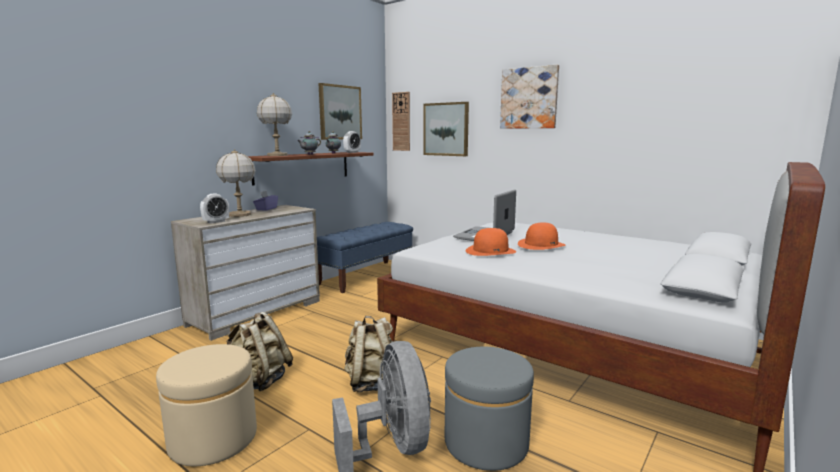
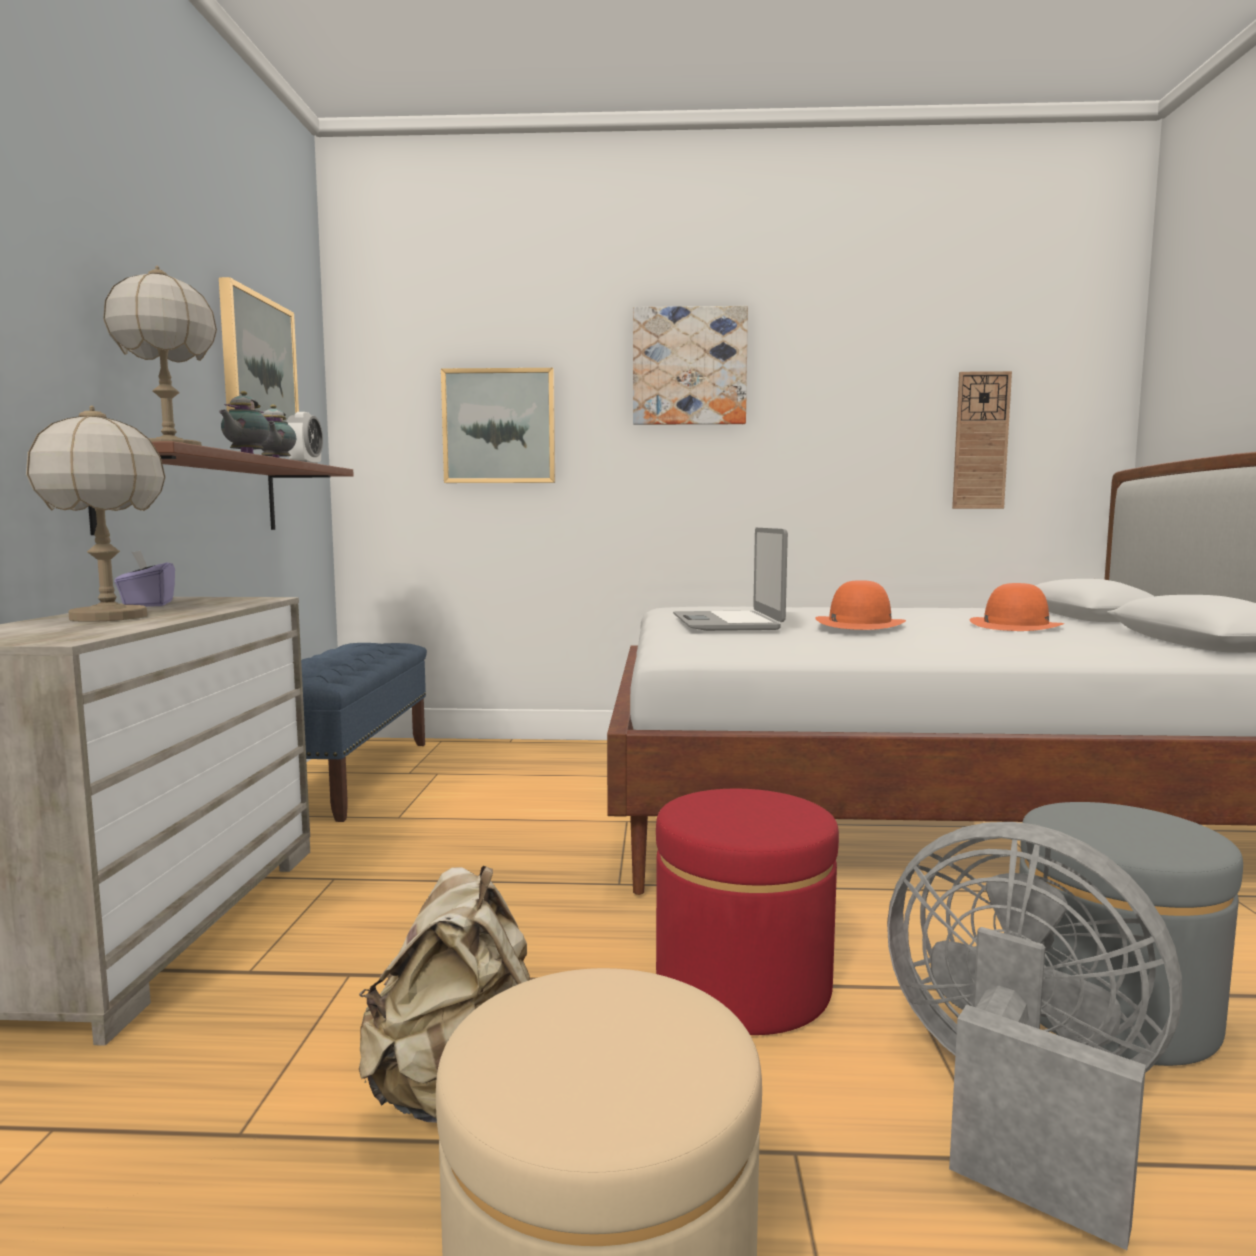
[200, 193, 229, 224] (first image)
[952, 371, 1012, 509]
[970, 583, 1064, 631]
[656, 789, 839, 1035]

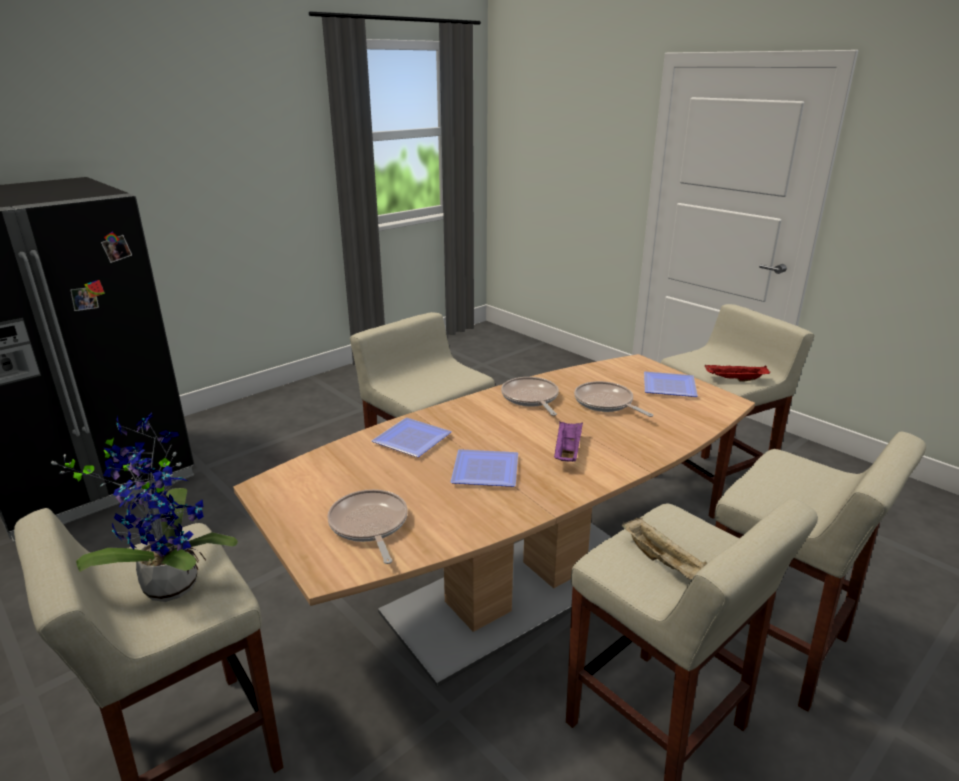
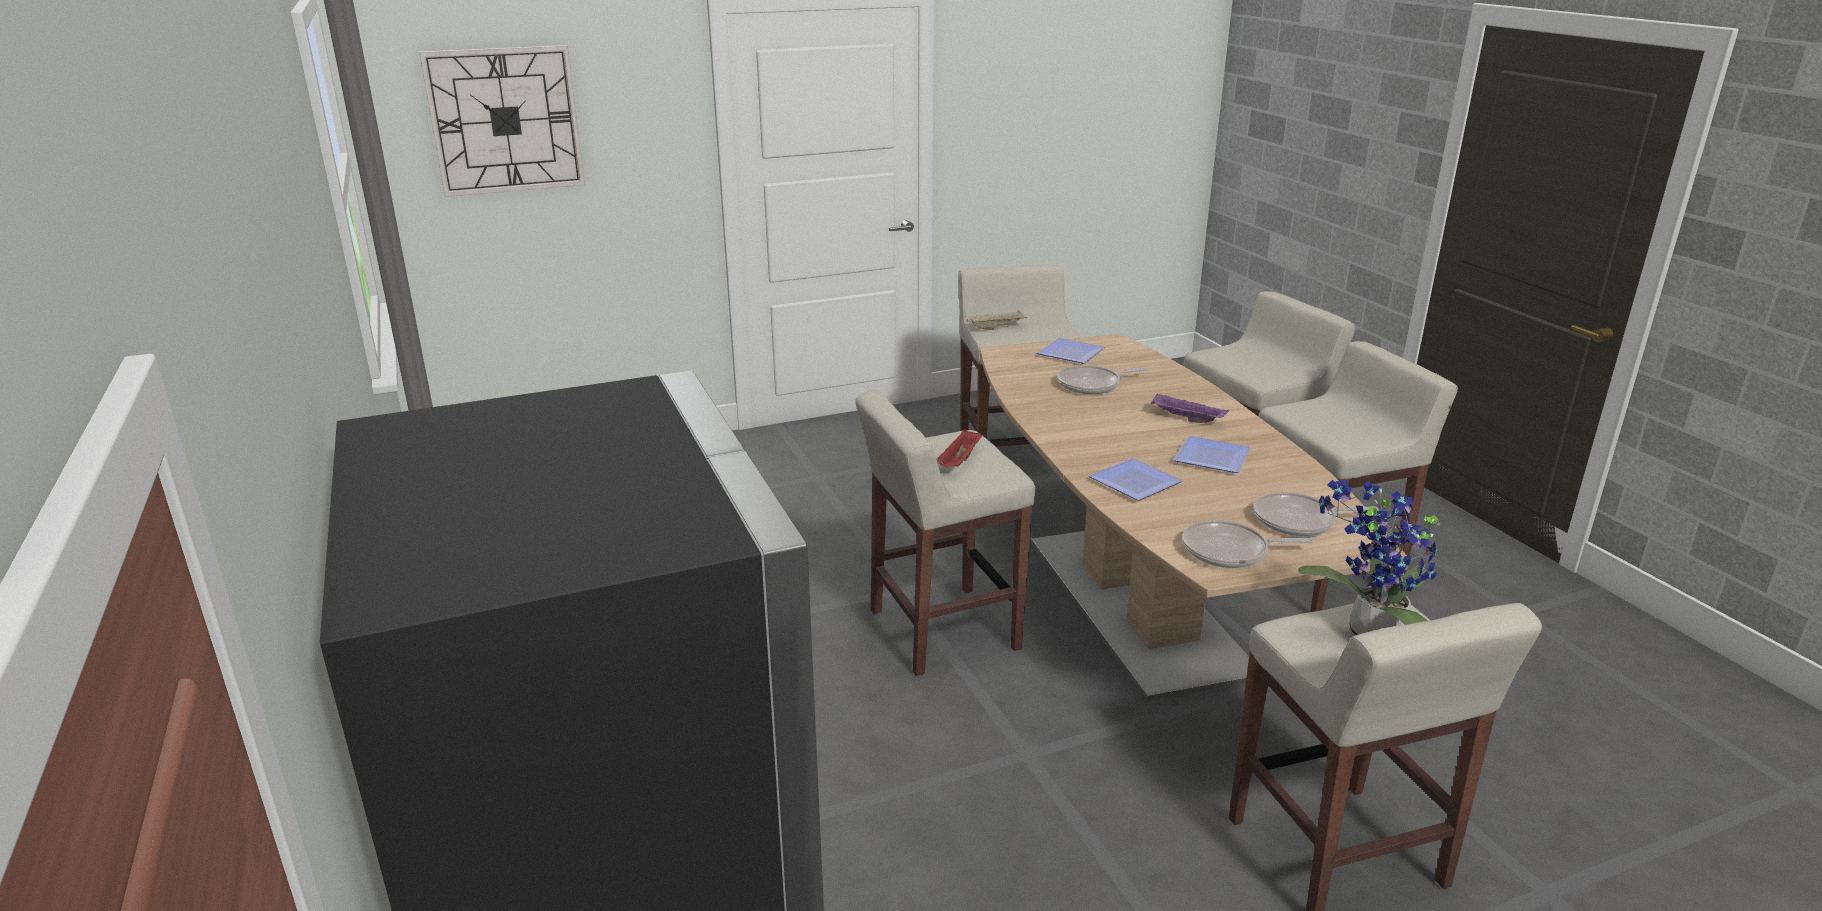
[419, 45, 585, 197]
[1182, 520, 1314, 568]
[964, 310, 1028, 330]
[937, 429, 983, 467]

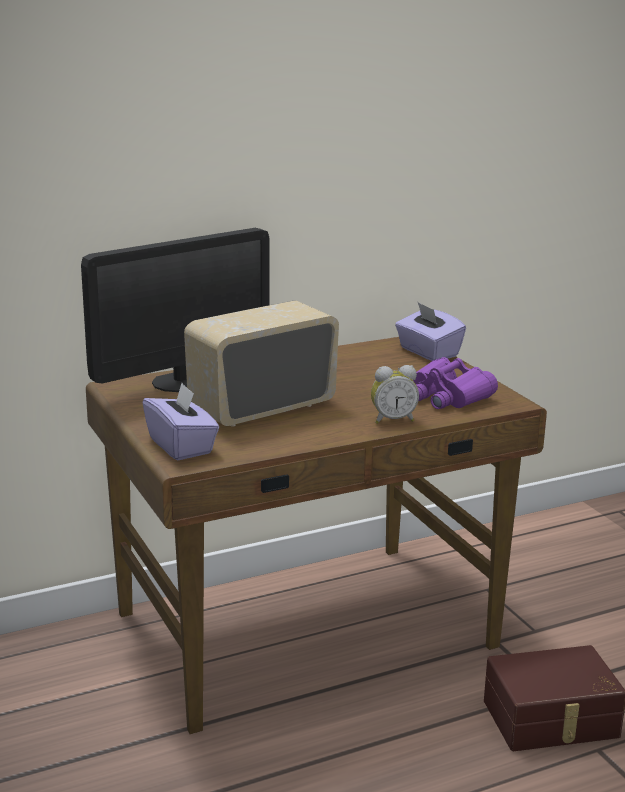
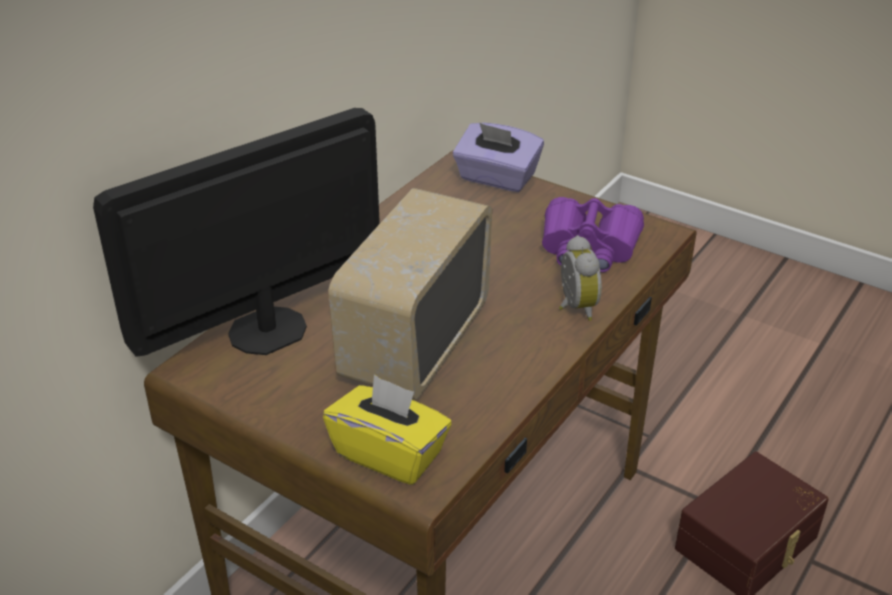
[323, 374, 452, 485]
[93, 108, 380, 357]
[559, 235, 602, 321]

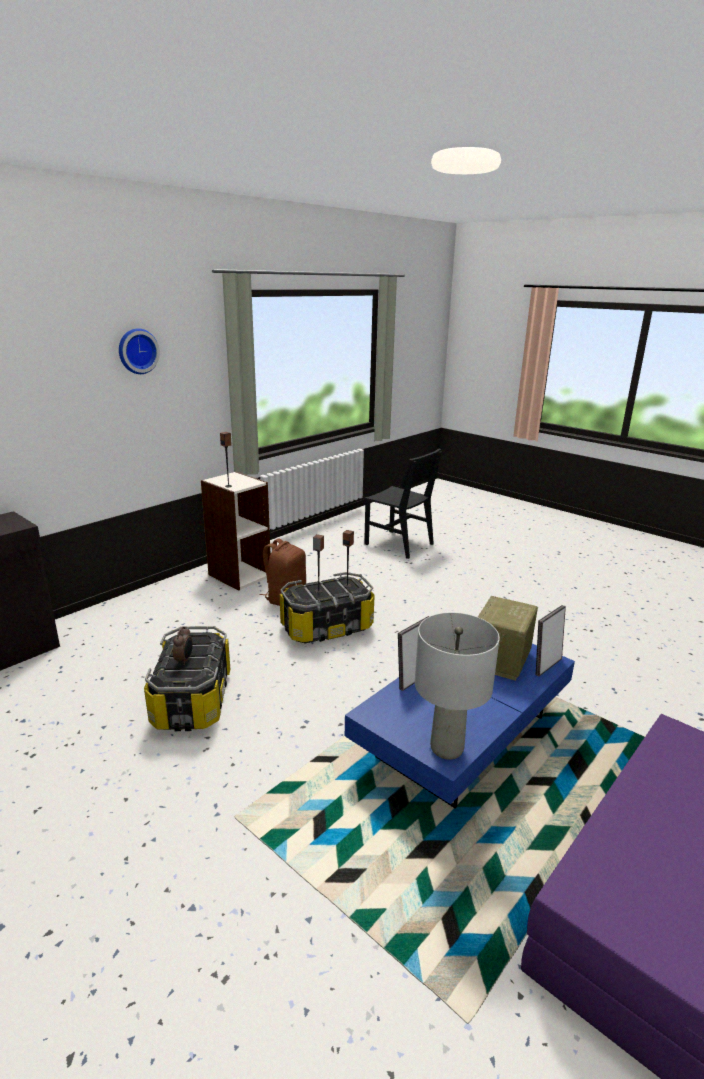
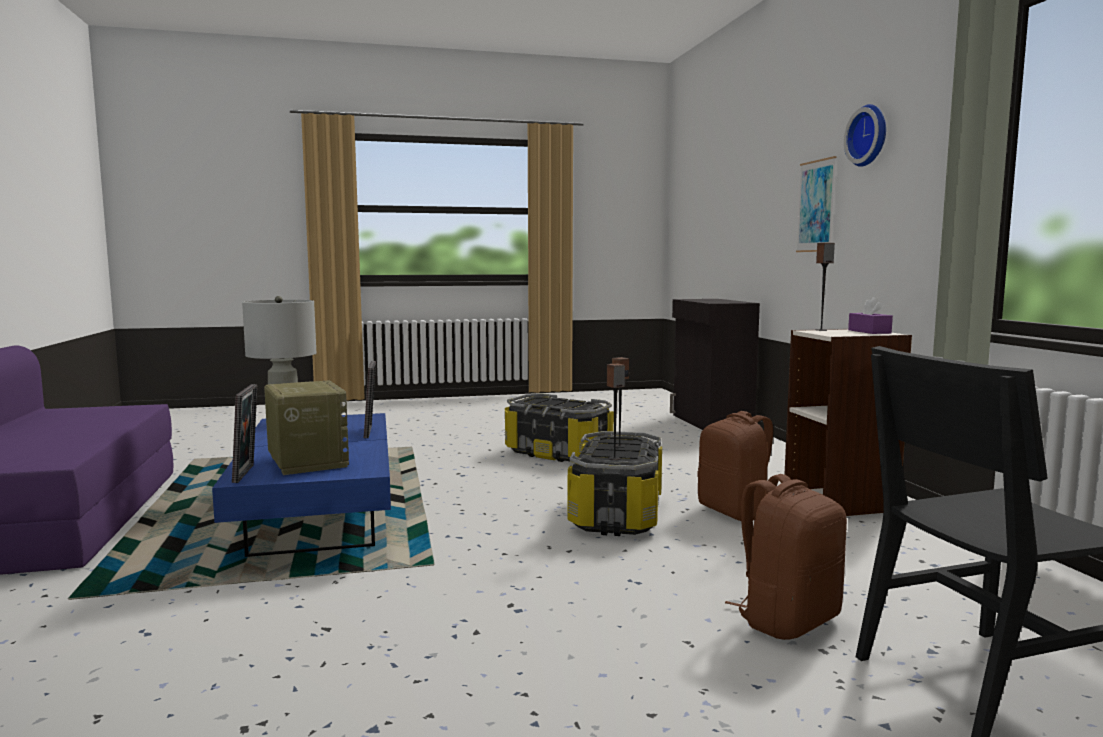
[173, 626, 193, 665] (first image)
[725, 474, 847, 640]
[796, 156, 836, 252]
[848, 297, 893, 334]

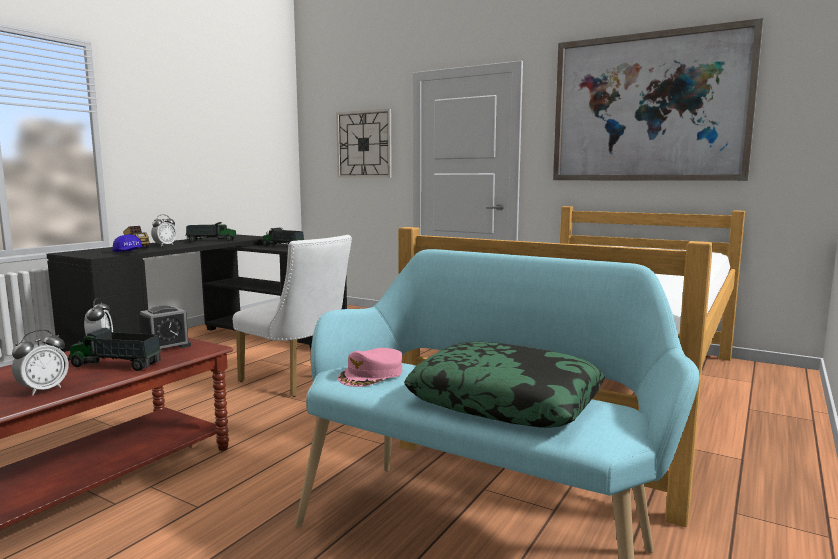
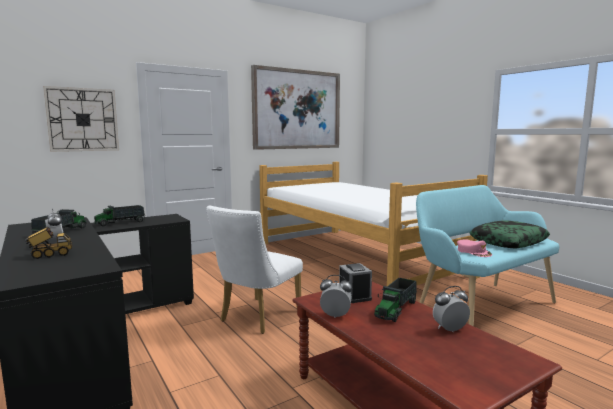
[113, 234, 145, 252] (first image)
[433, 286, 470, 332]
[206, 205, 303, 334]

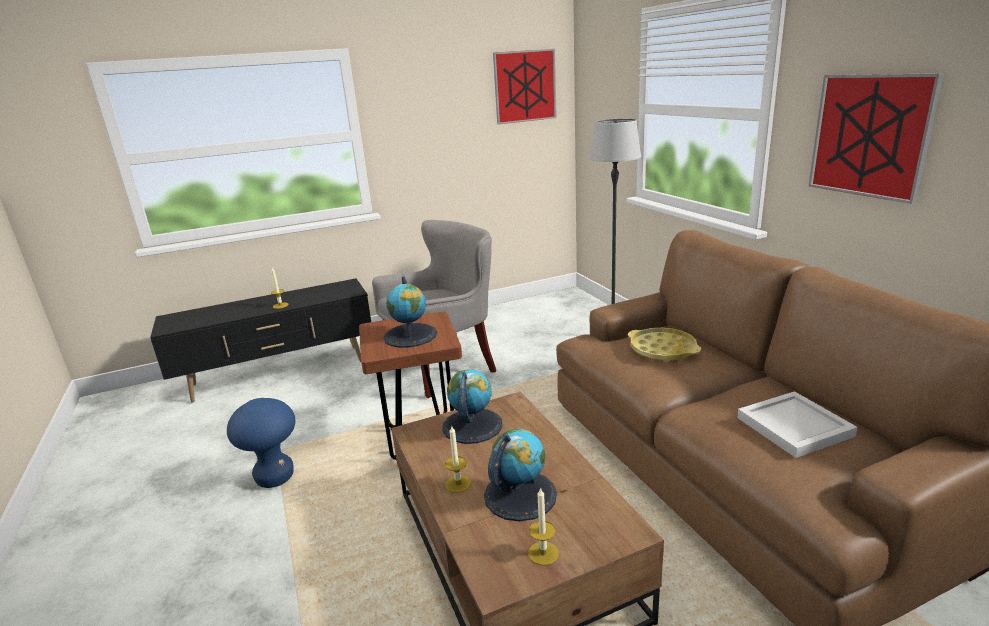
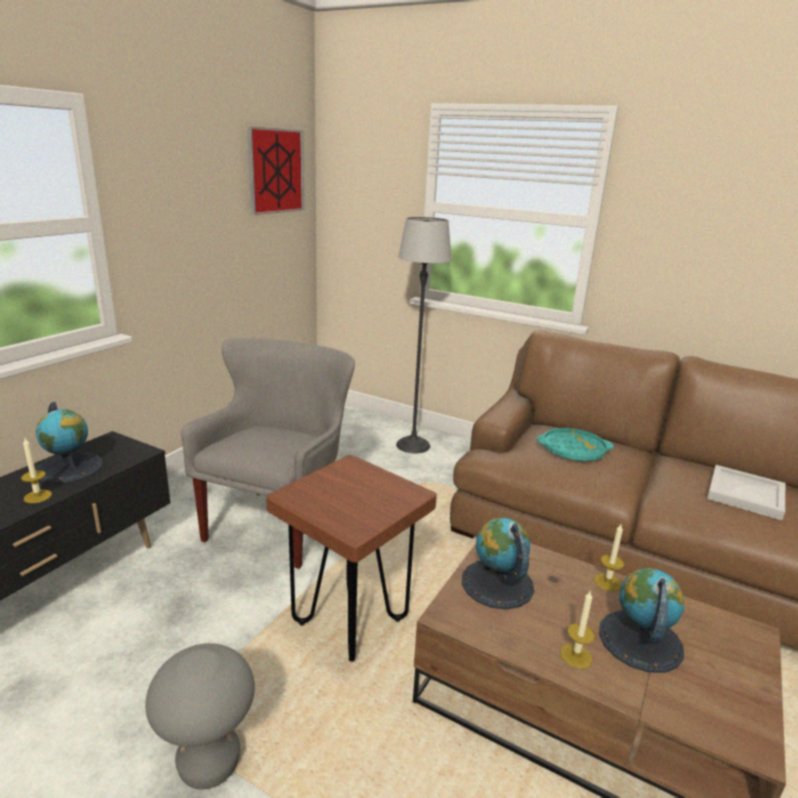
[808, 73, 944, 204] (first image)
[35, 402, 103, 484]
[594, 524, 624, 591]
[145, 643, 255, 790]
[537, 428, 614, 461]

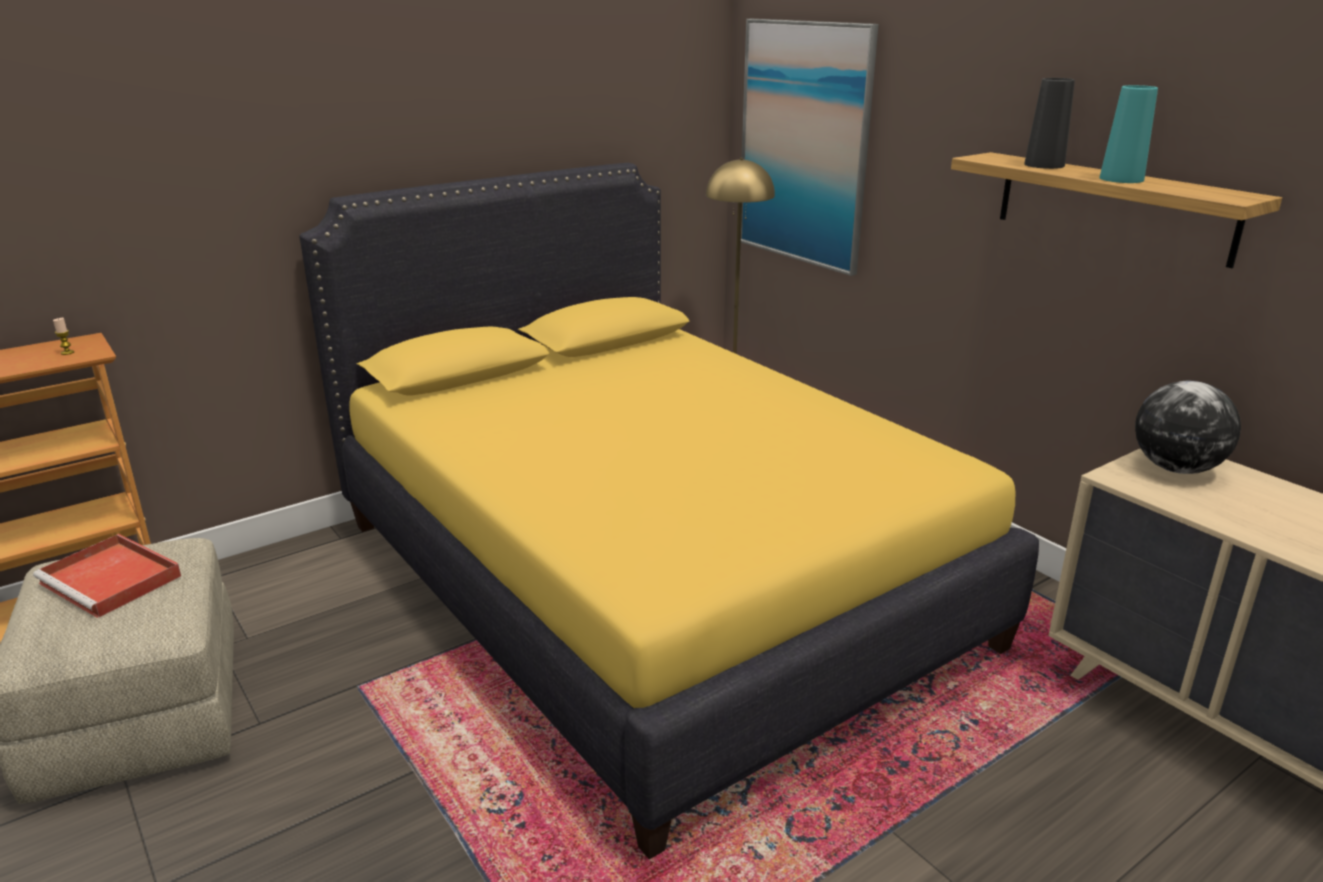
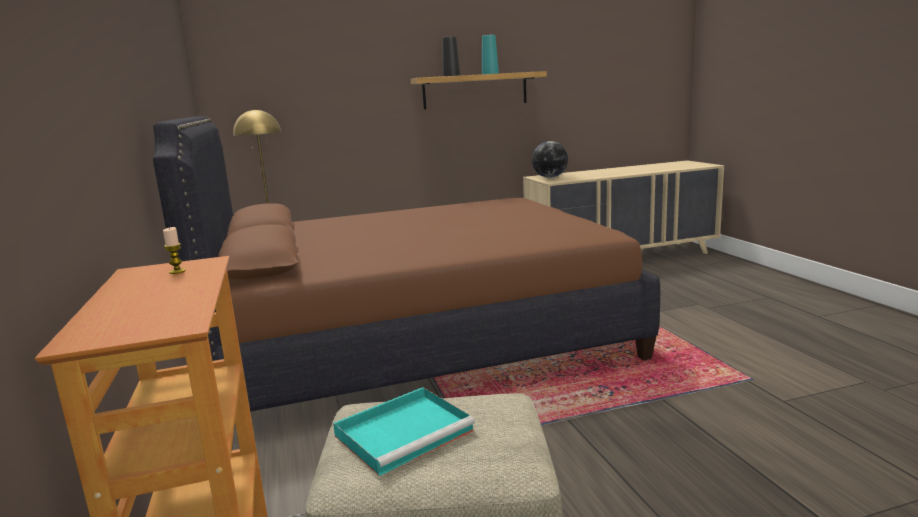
[741, 19, 879, 276] (first image)
[333, 387, 475, 476]
[153, 116, 660, 412]

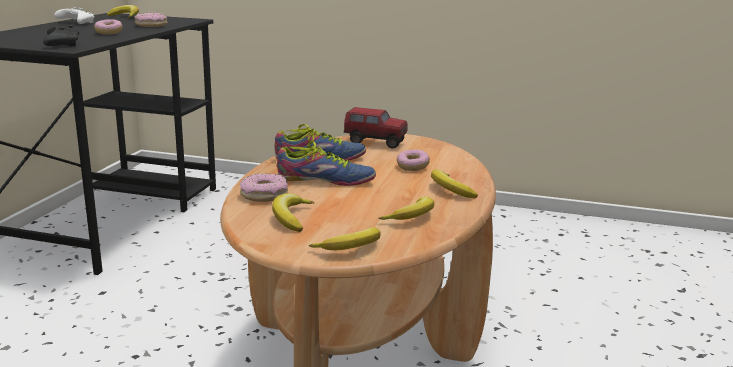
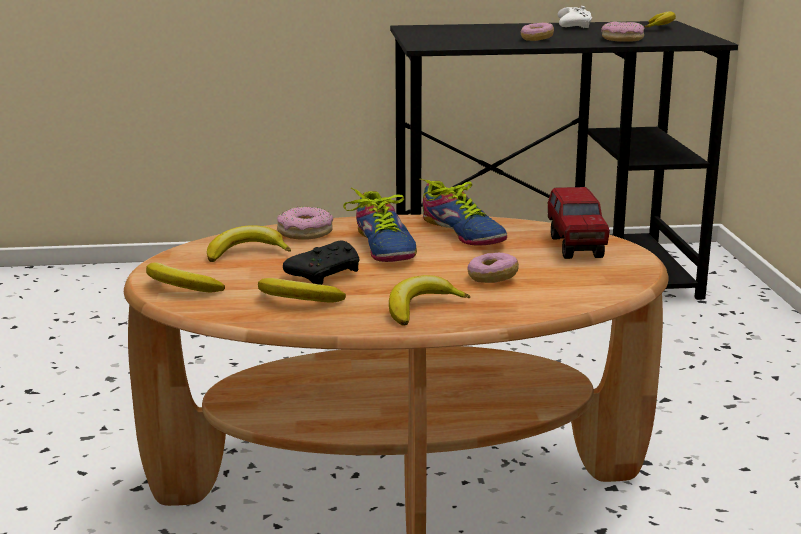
[283, 241, 359, 285]

